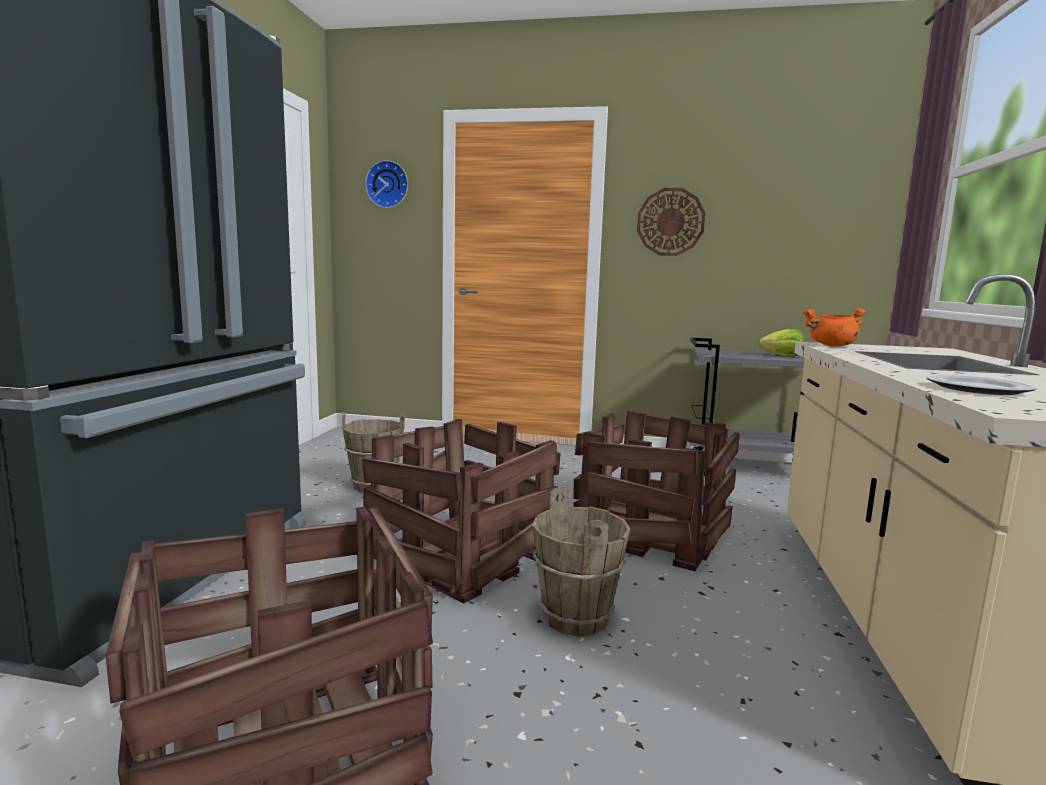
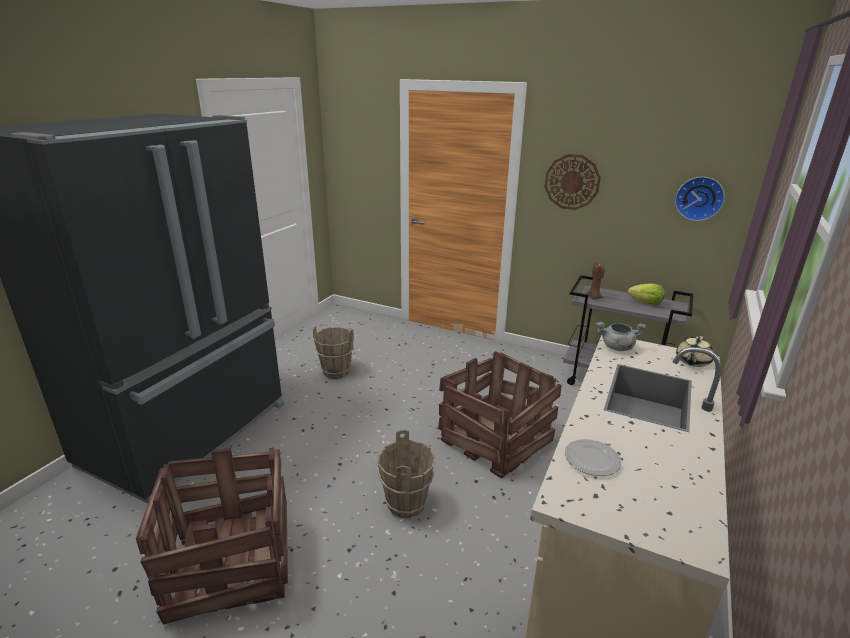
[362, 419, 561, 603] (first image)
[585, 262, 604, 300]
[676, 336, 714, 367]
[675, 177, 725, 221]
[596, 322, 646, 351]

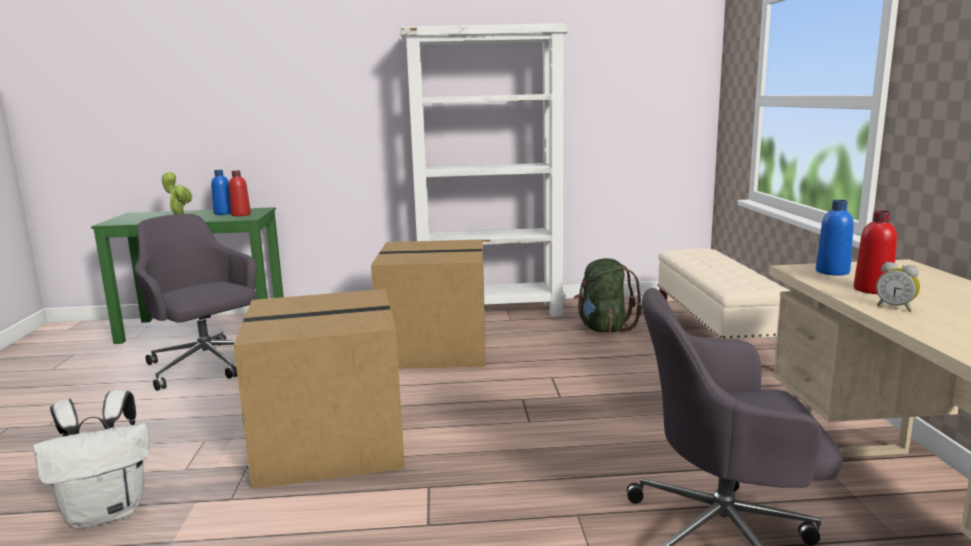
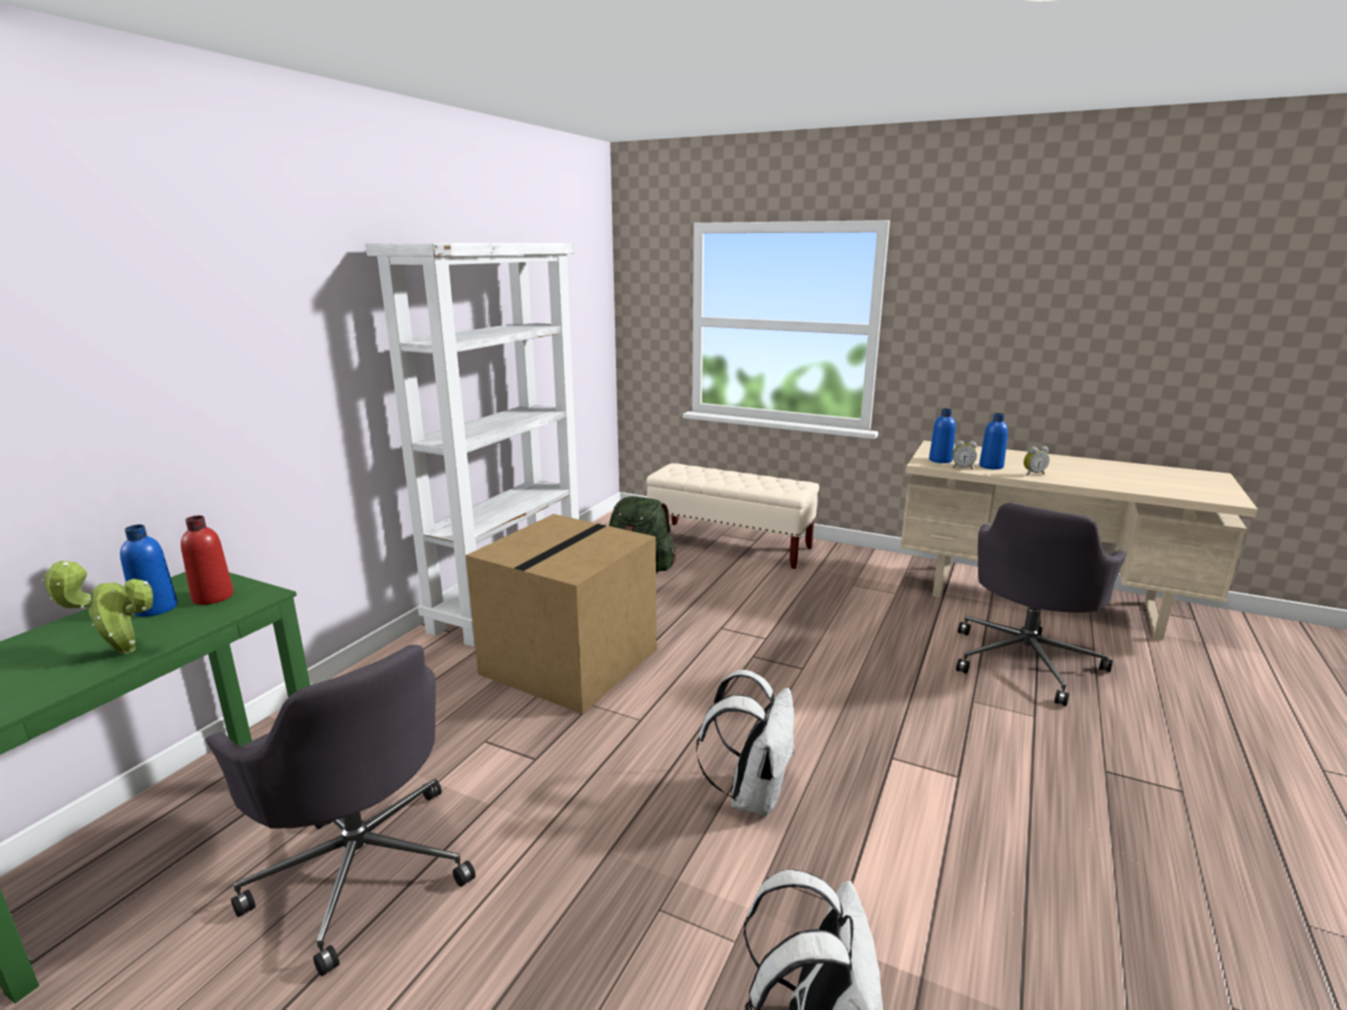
[952, 440, 977, 470]
[696, 670, 795, 816]
[979, 413, 1008, 470]
[205, 645, 476, 976]

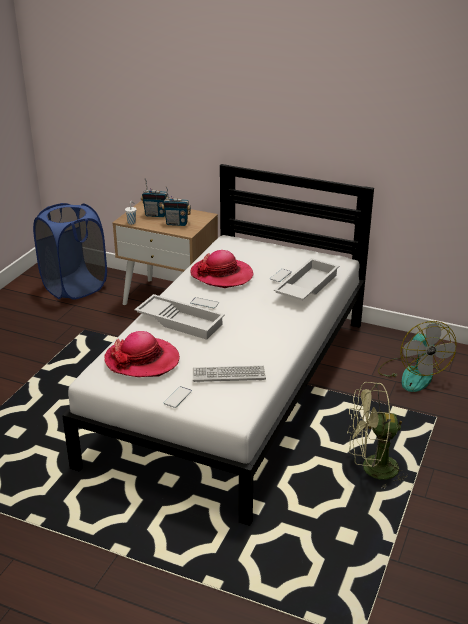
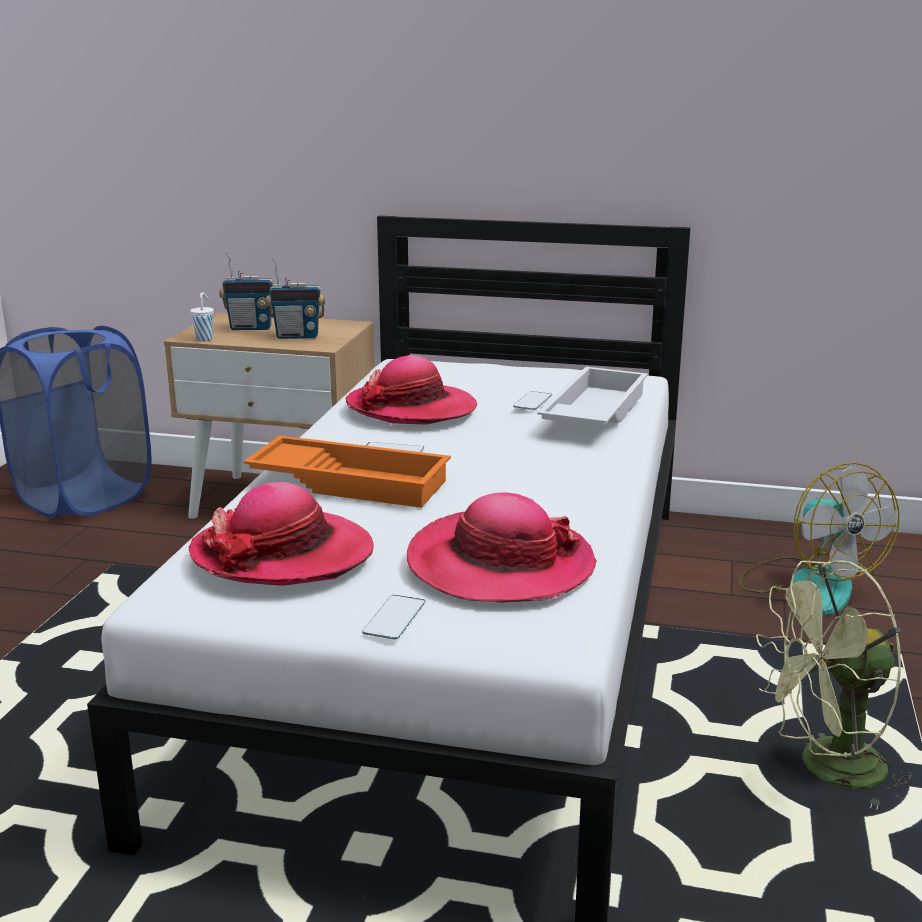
[407, 492, 597, 602]
[243, 436, 451, 508]

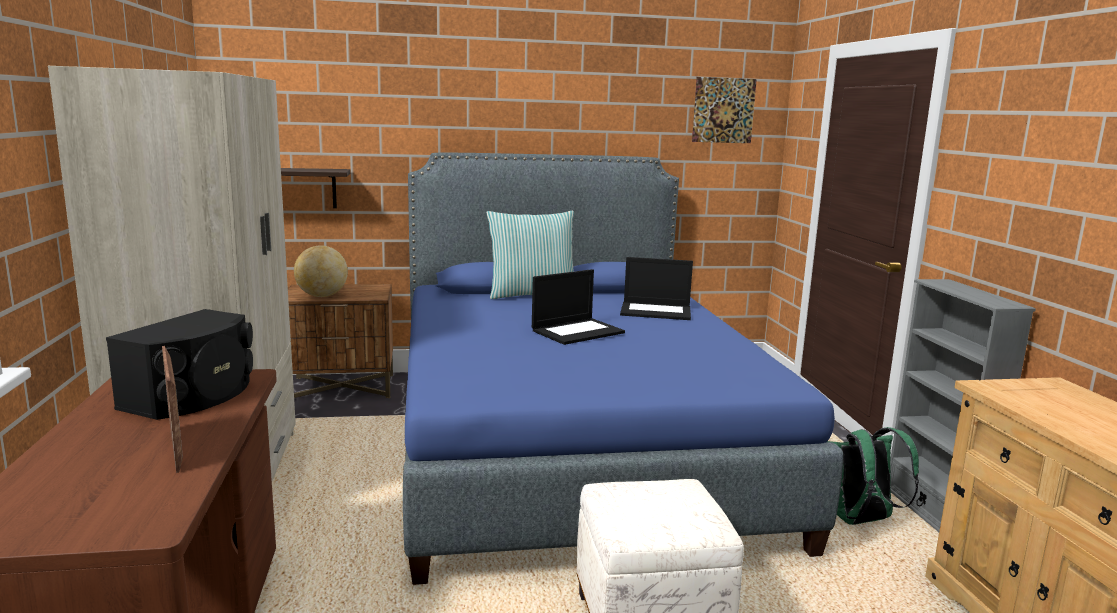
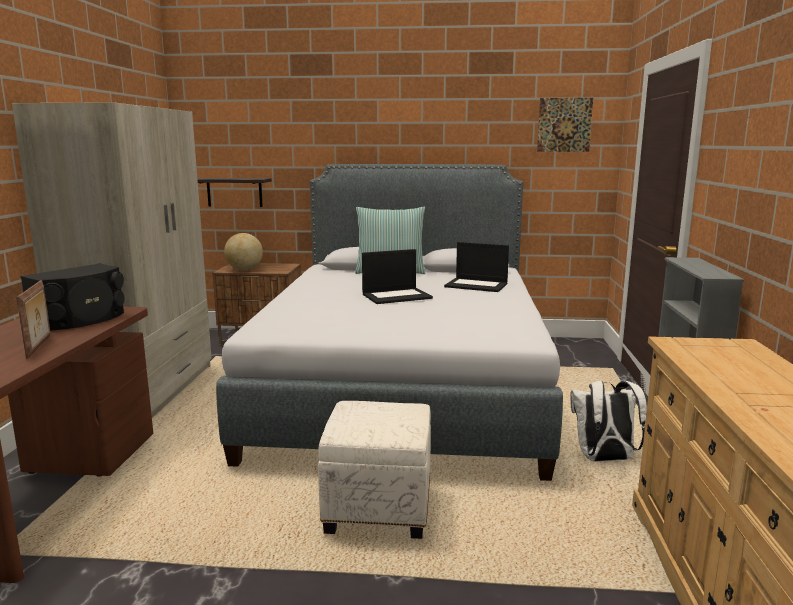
[216, 164, 563, 481]
[570, 381, 647, 462]

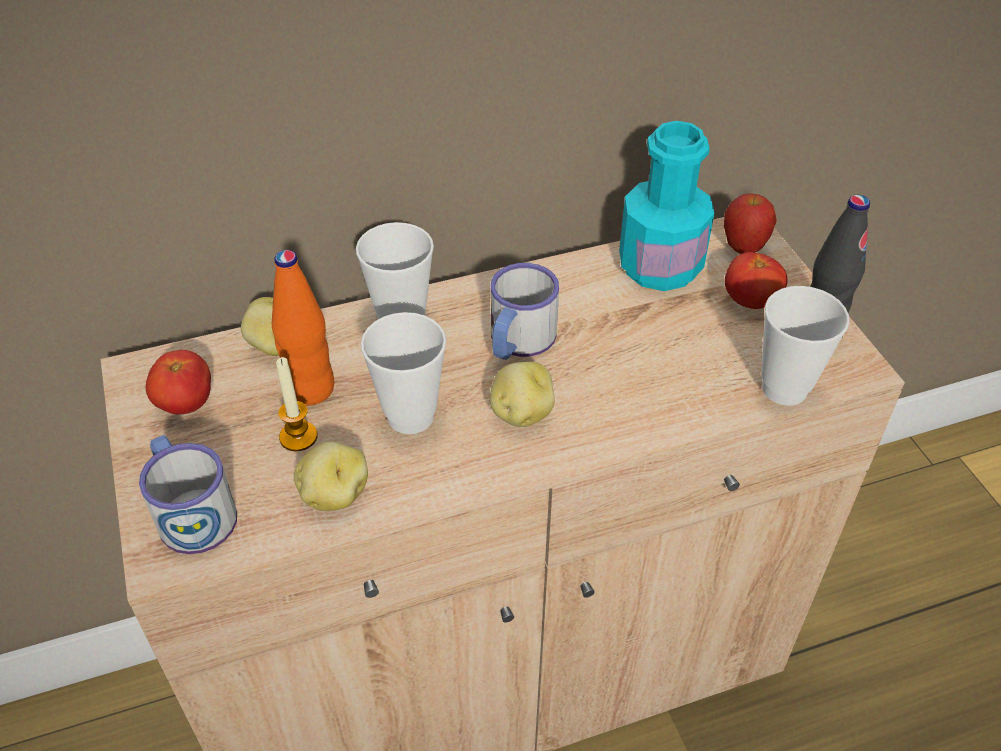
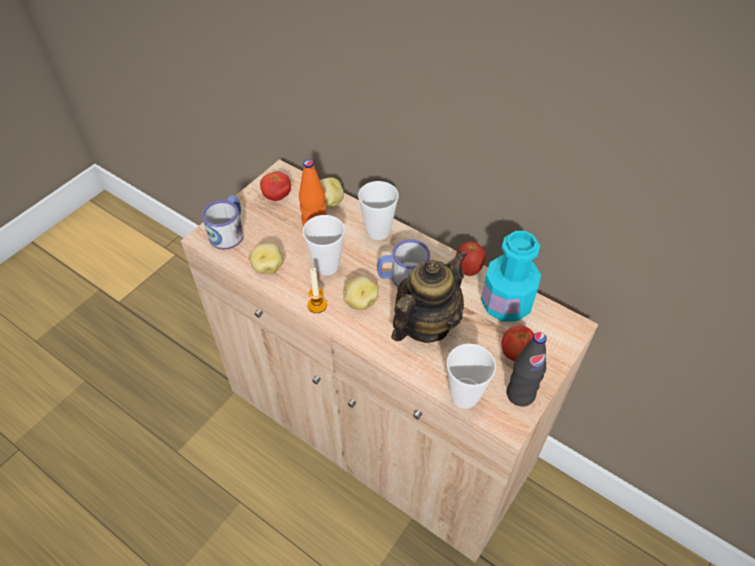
[391, 250, 467, 343]
[308, 268, 327, 313]
[456, 241, 486, 276]

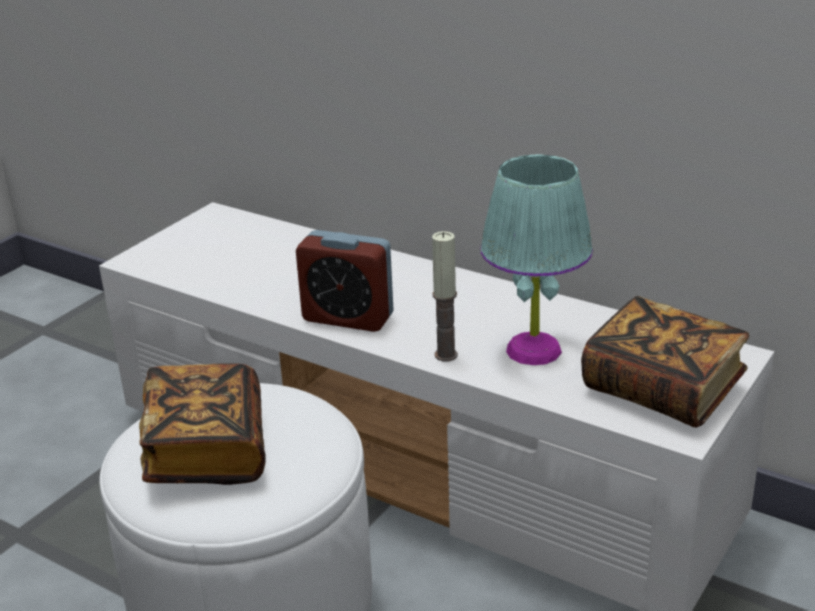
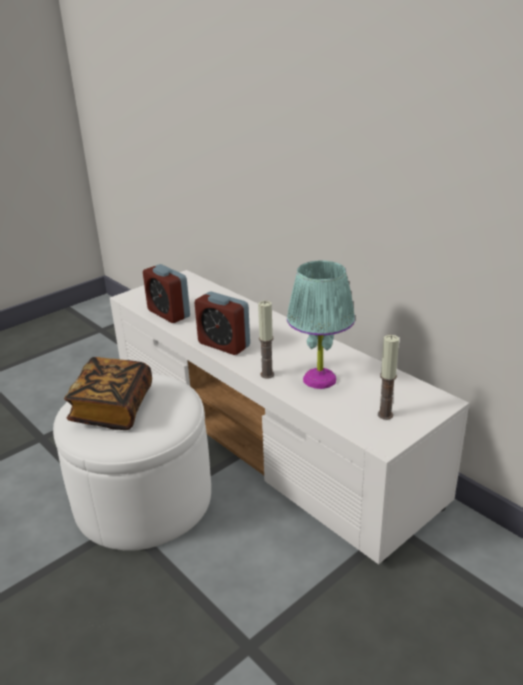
[143, 264, 190, 323]
[378, 335, 399, 420]

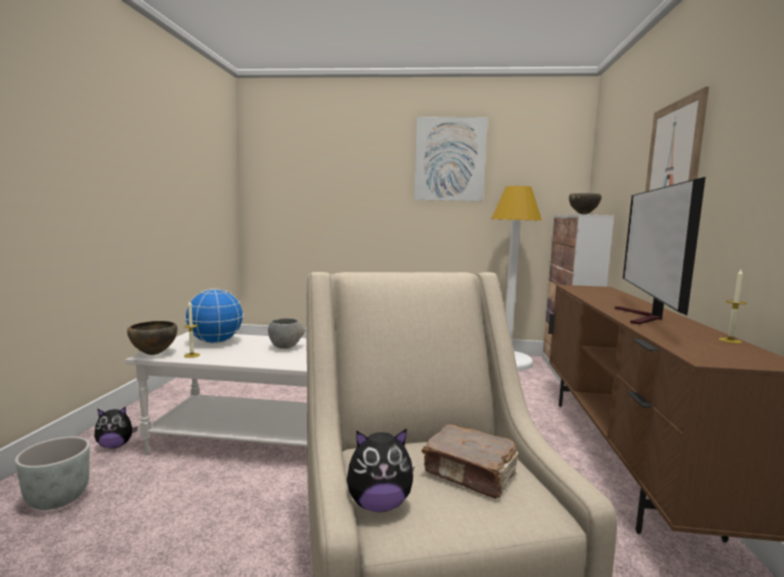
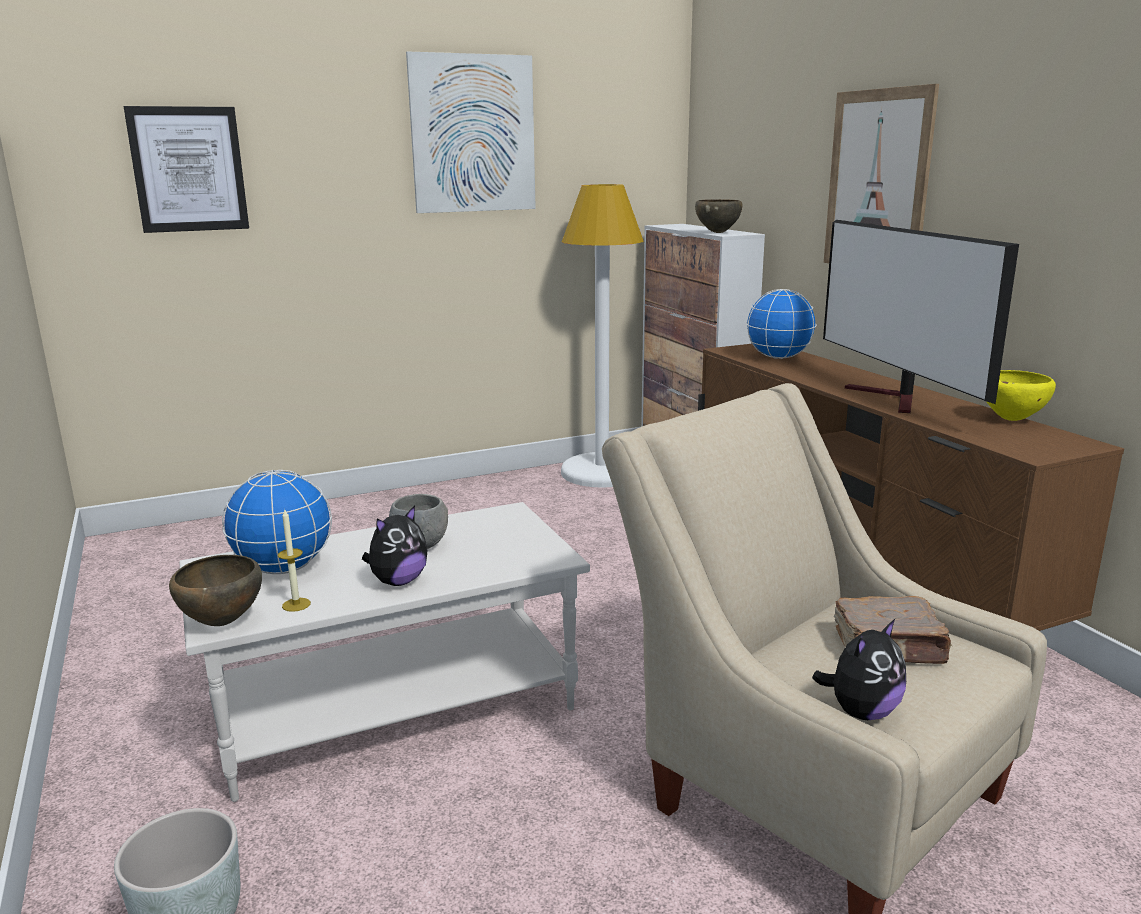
[124, 106, 249, 233]
[746, 289, 817, 359]
[362, 505, 427, 586]
[987, 370, 1056, 421]

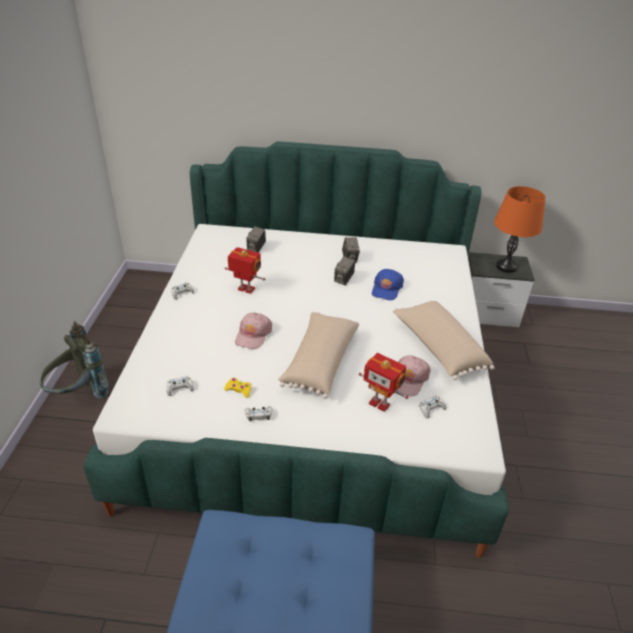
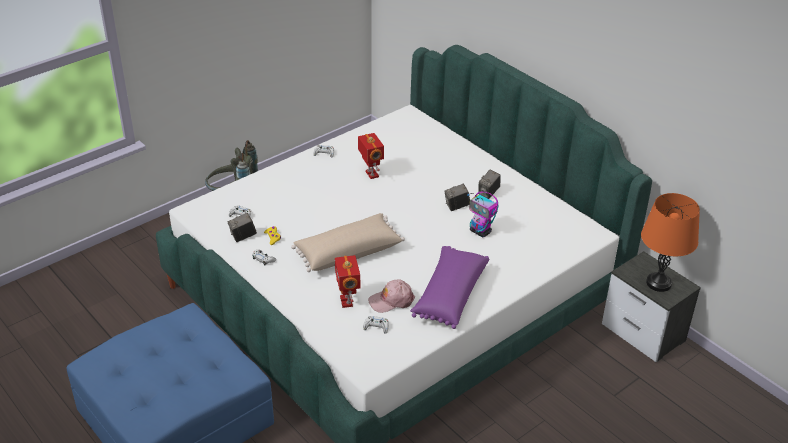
[235, 312, 272, 349] (first image)
[228, 213, 257, 242]
[467, 191, 499, 238]
[410, 246, 490, 329]

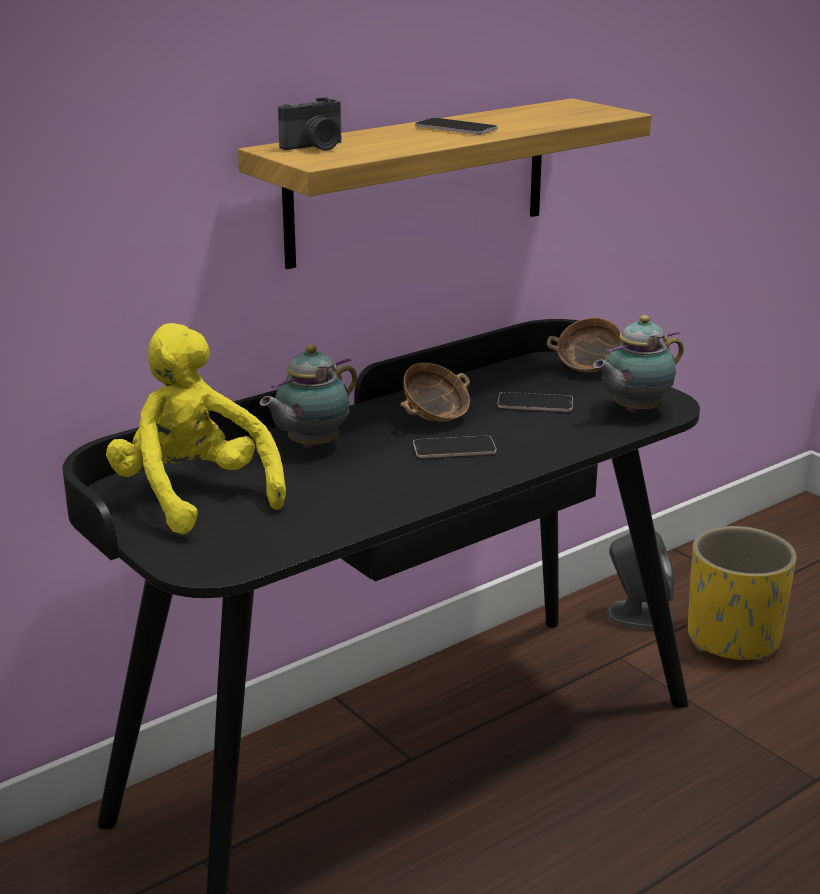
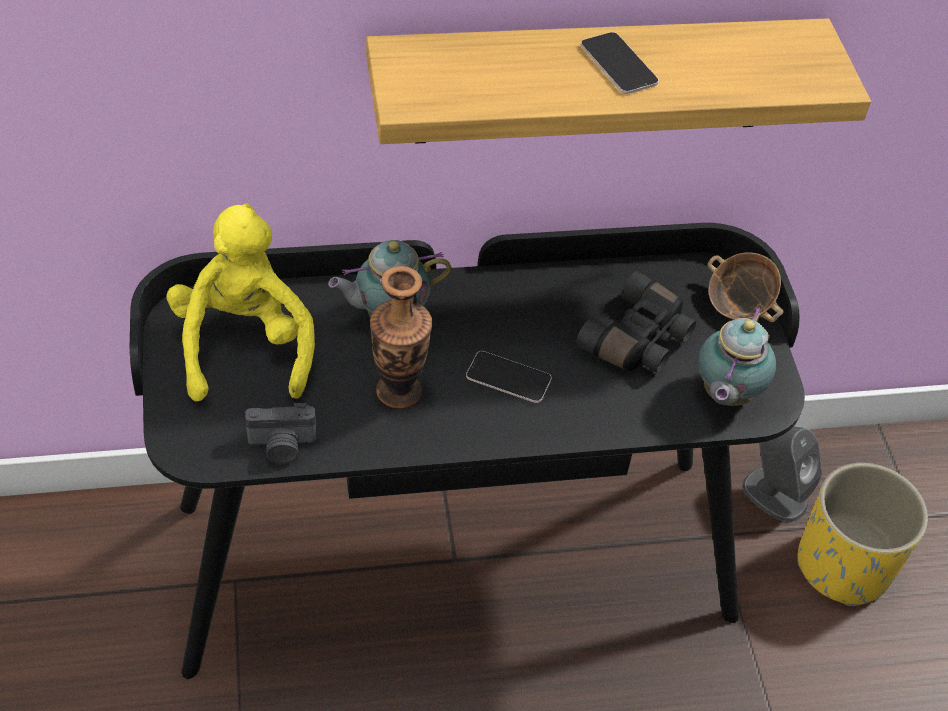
[401, 363, 470, 421] (first image)
[370, 266, 432, 408]
[245, 403, 316, 464]
[576, 271, 696, 373]
[698, 306, 776, 406]

